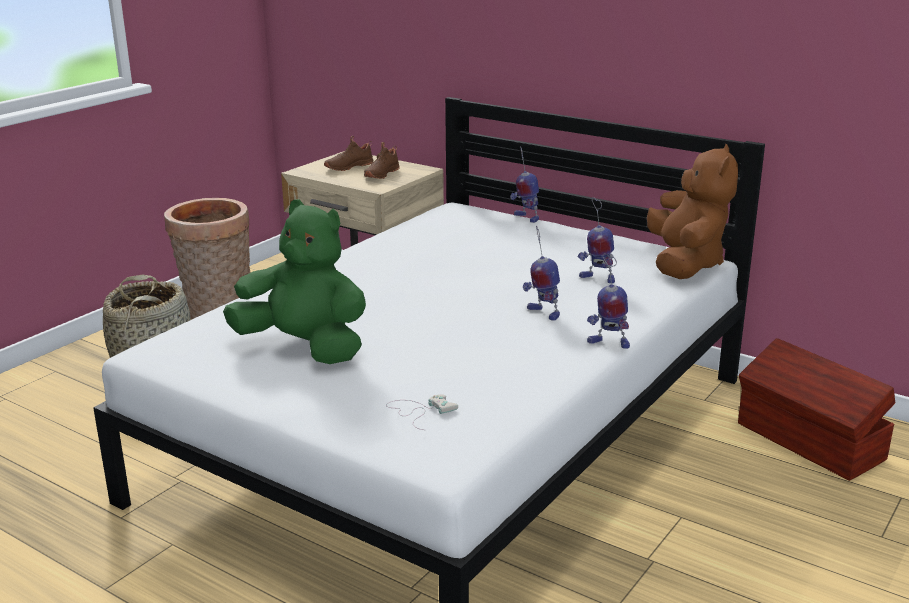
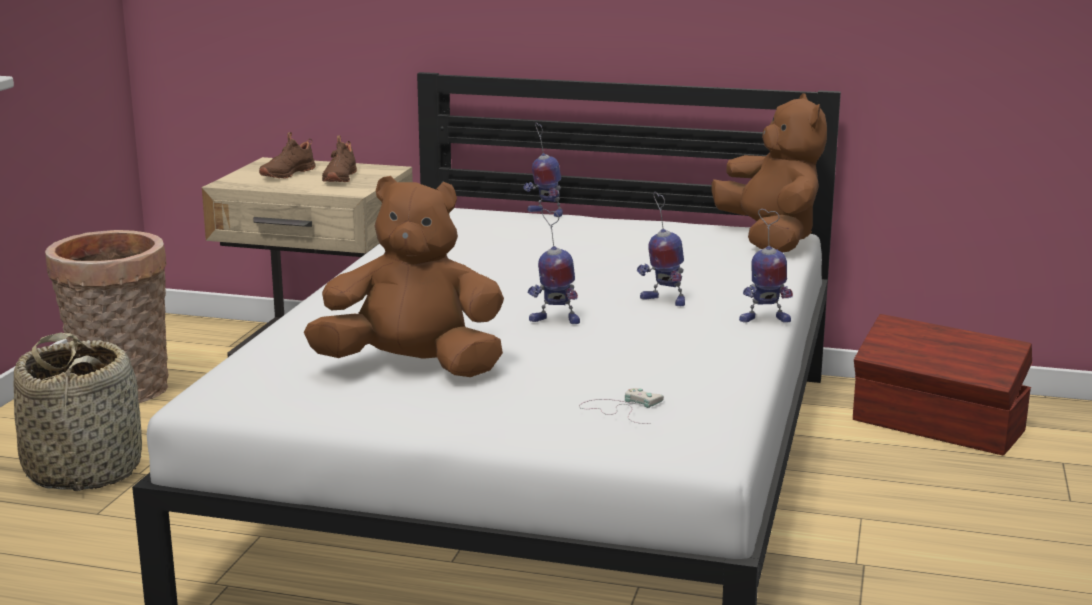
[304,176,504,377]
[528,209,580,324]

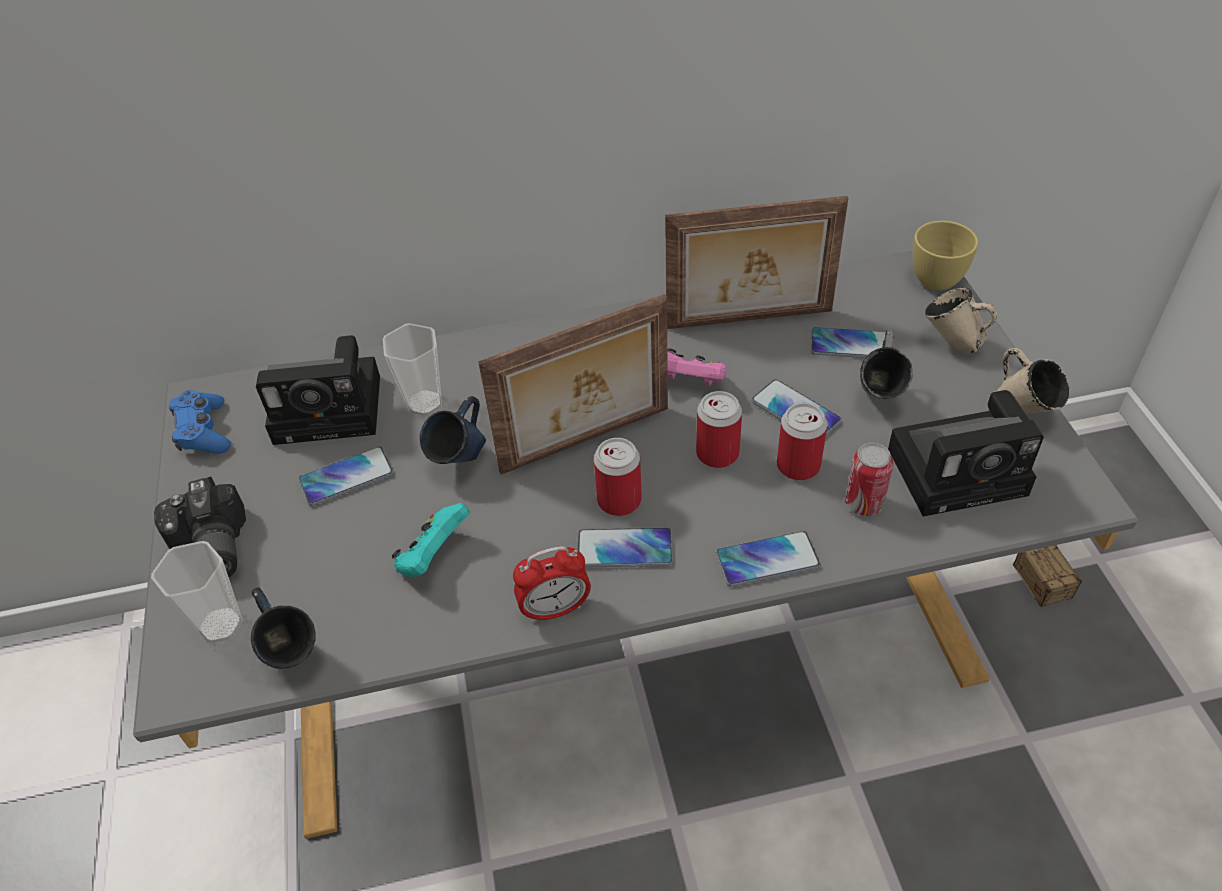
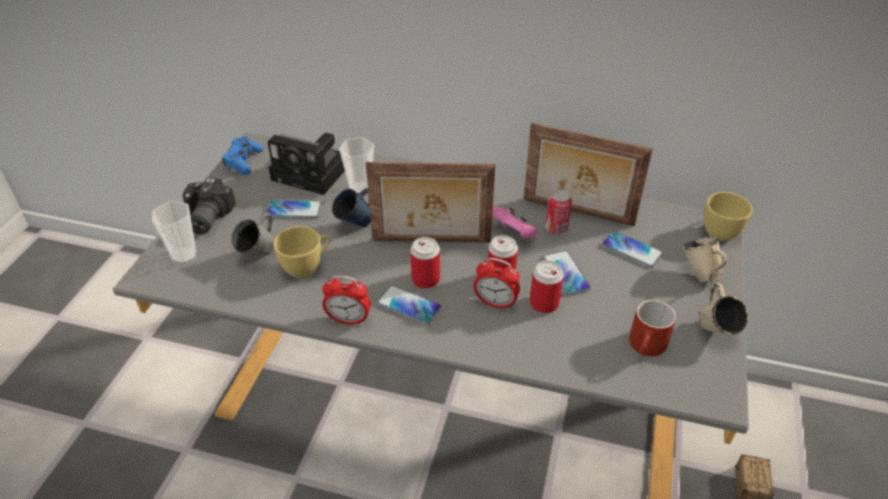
[231,212,275,255]
[274,226,330,278]
[474,258,520,310]
[545,189,572,235]
[629,300,676,357]
[251,588,316,669] (first image)
[716,531,820,587] (first image)

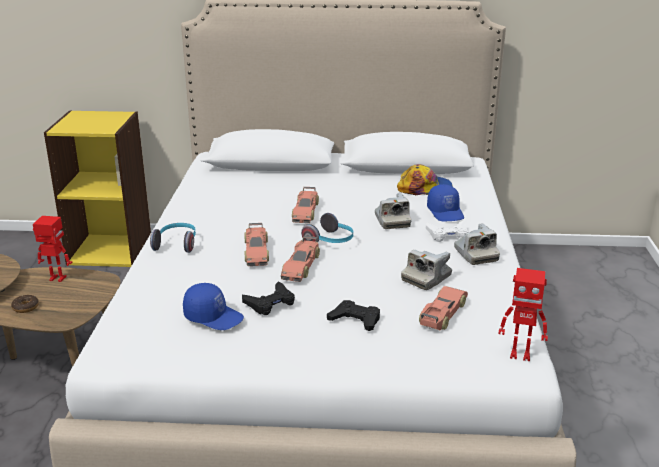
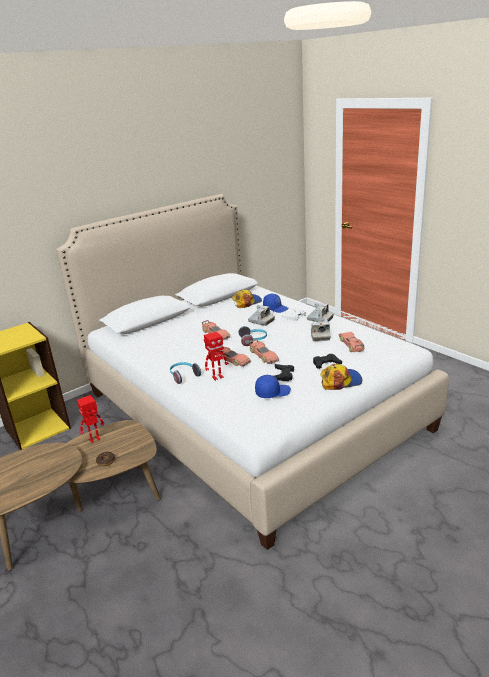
[204,332,229,381]
[320,363,362,390]

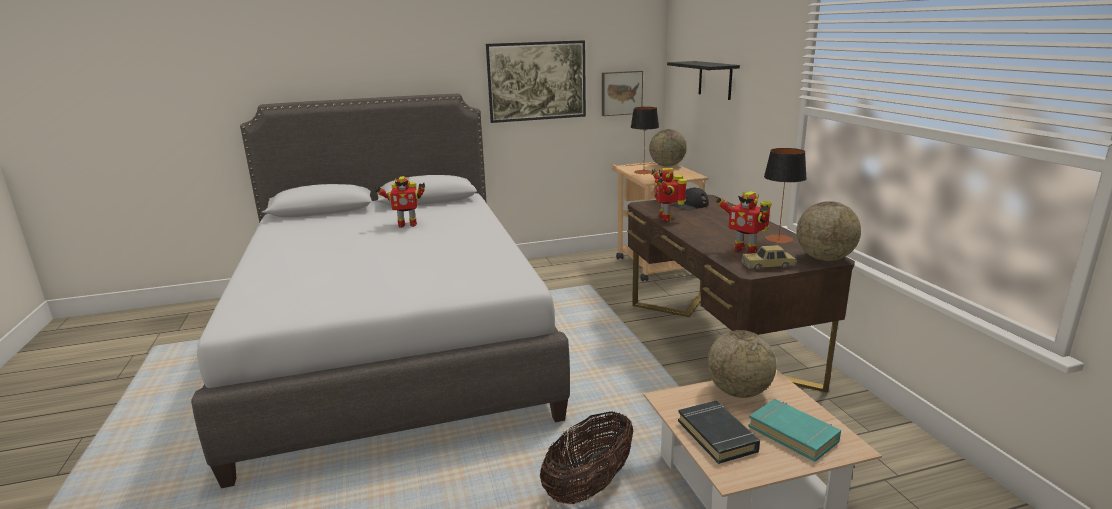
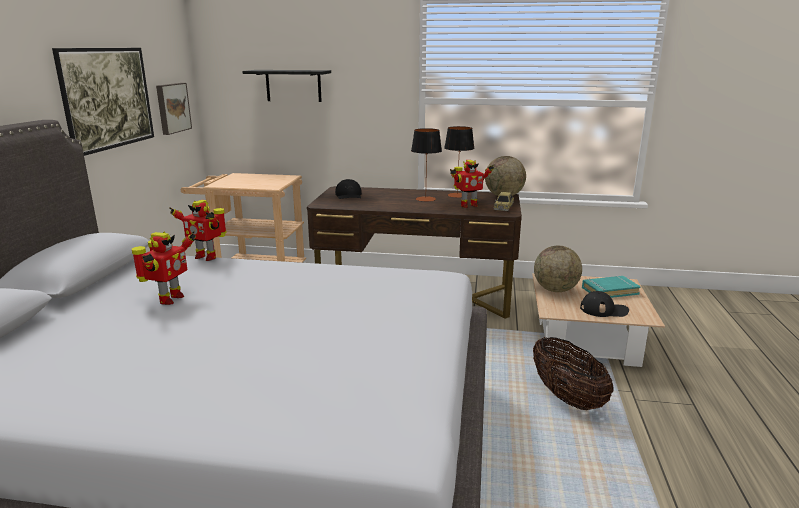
[169,200,227,261]
[411,128,442,202]
[580,291,629,317]
[649,129,687,167] (first image)

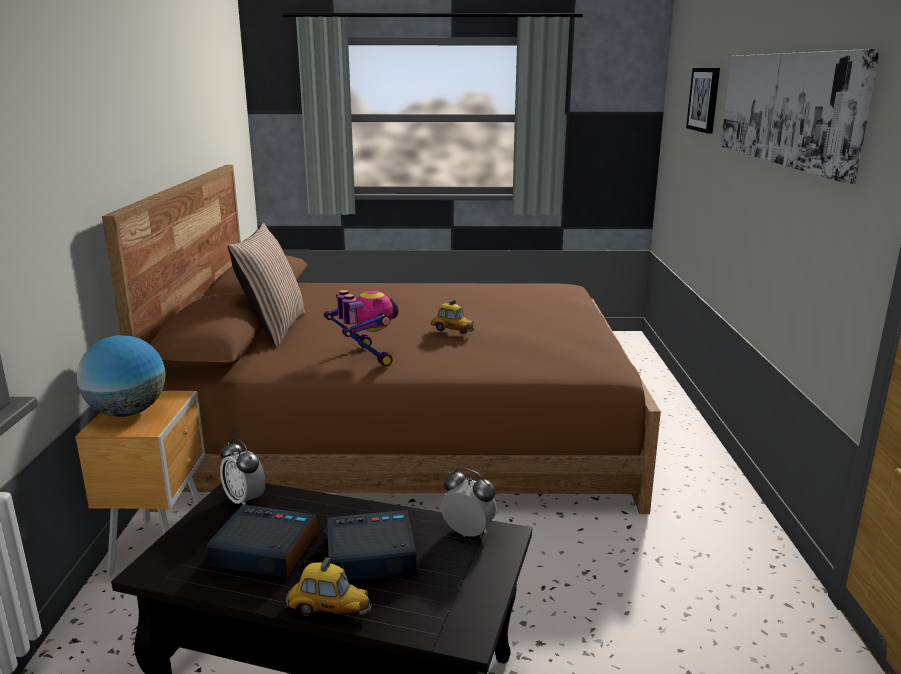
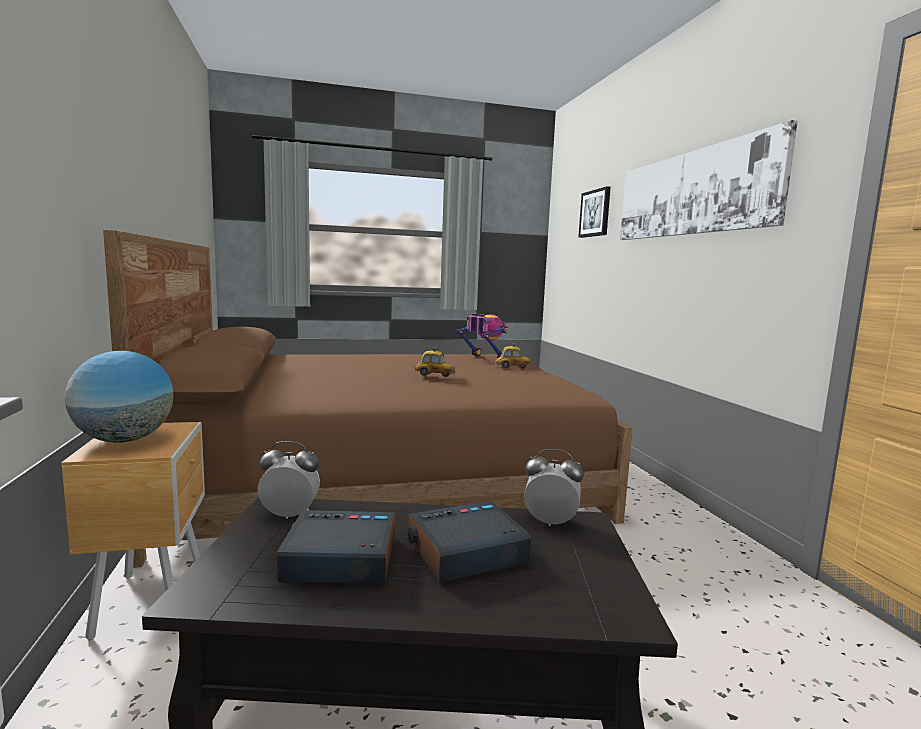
[258,441,320,519]
[456,313,509,358]
[494,343,532,368]
[228,223,305,348] (first image)

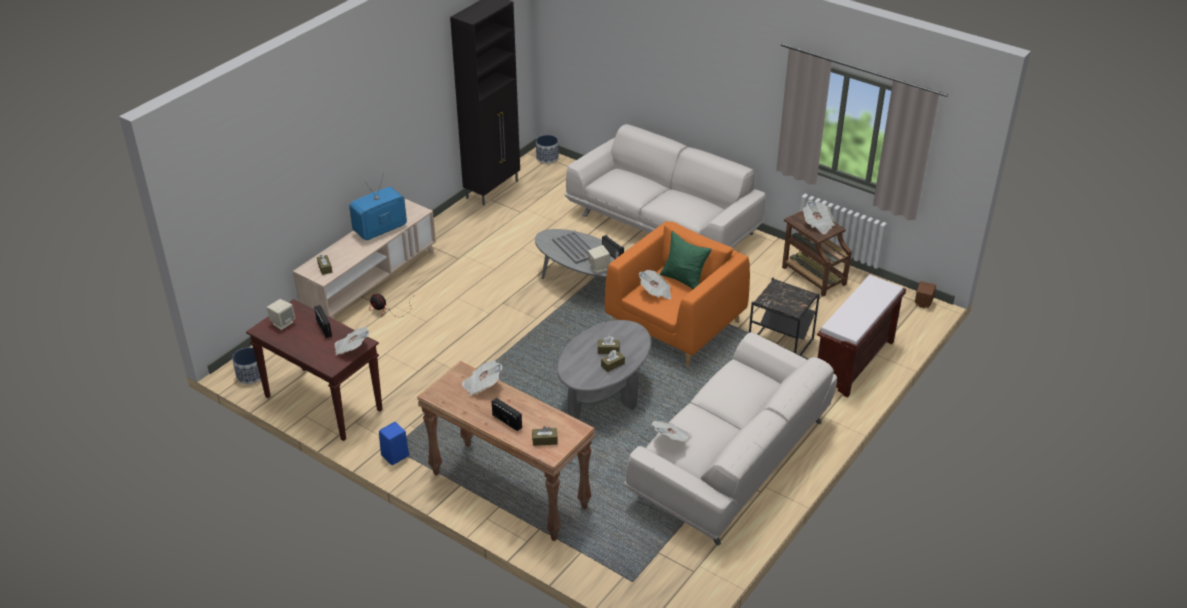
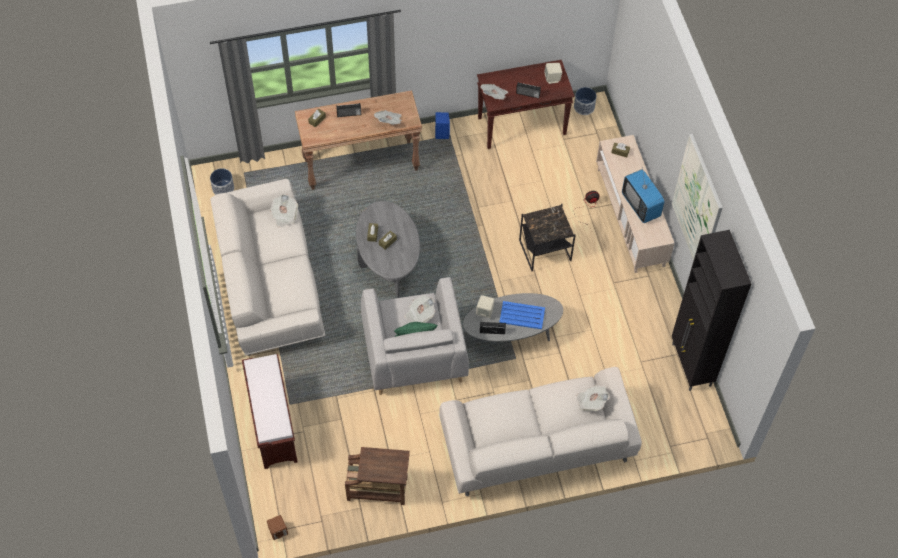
[210,168,234,195]
[361,277,469,395]
[499,301,545,329]
[519,204,576,271]
[576,385,609,411]
[622,169,665,223]
[672,134,723,261]

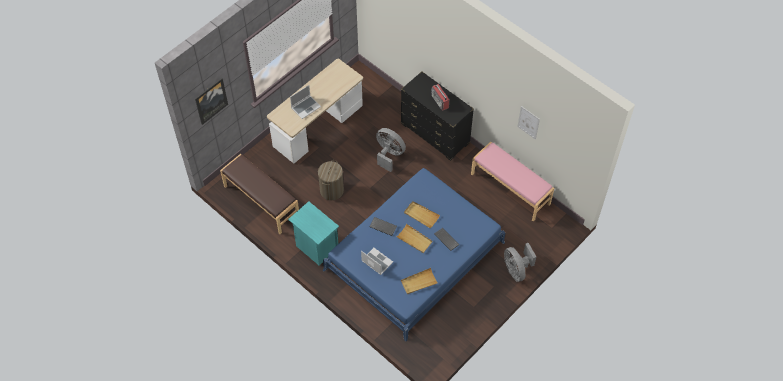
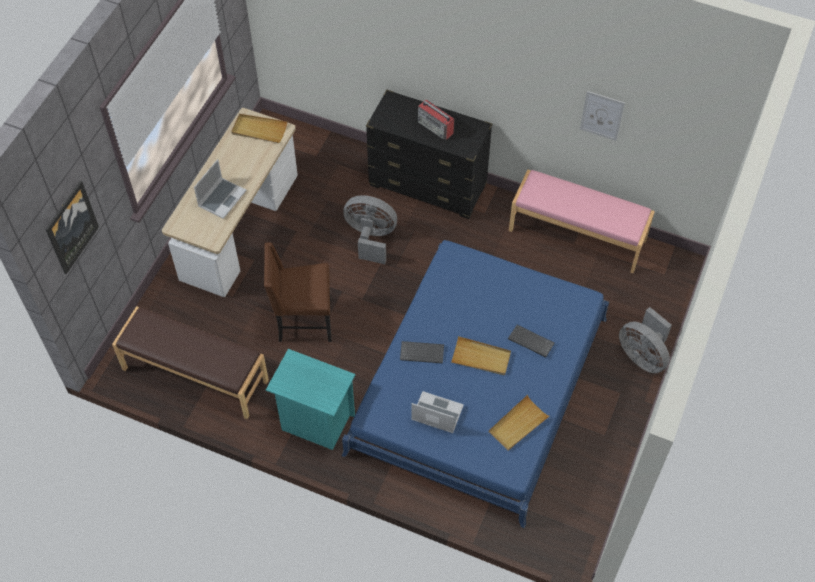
[231,114,287,143]
[264,242,332,342]

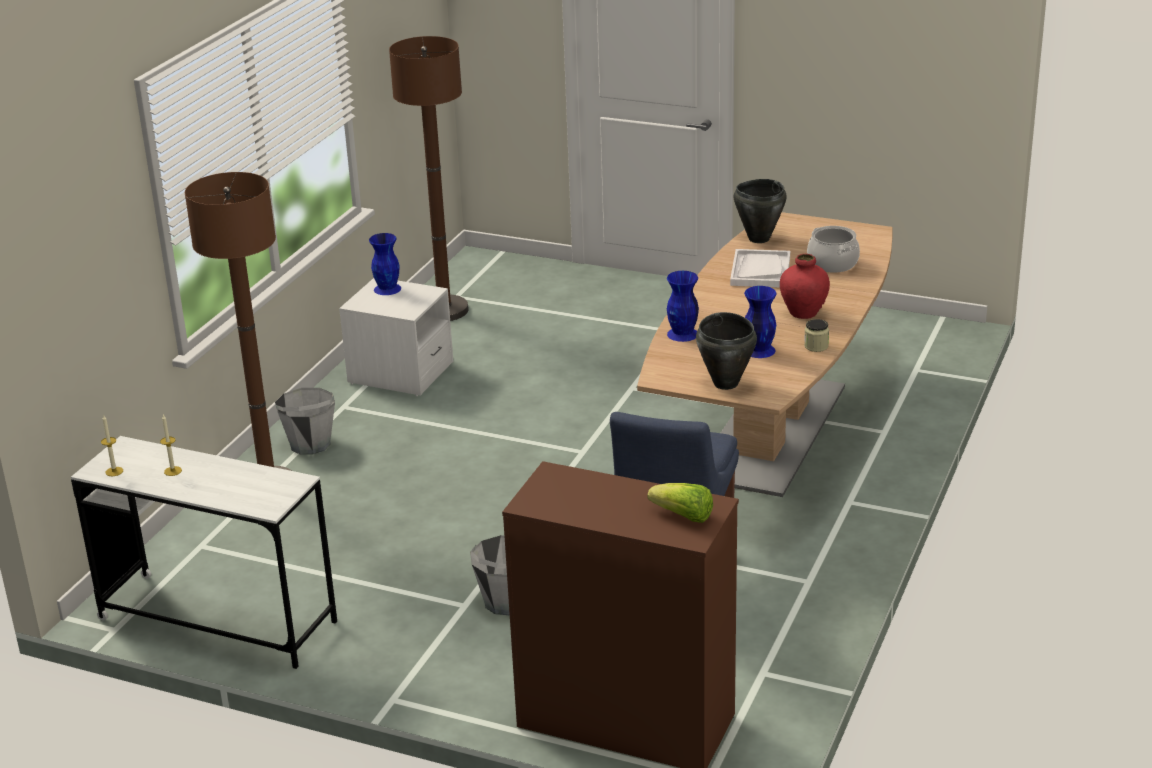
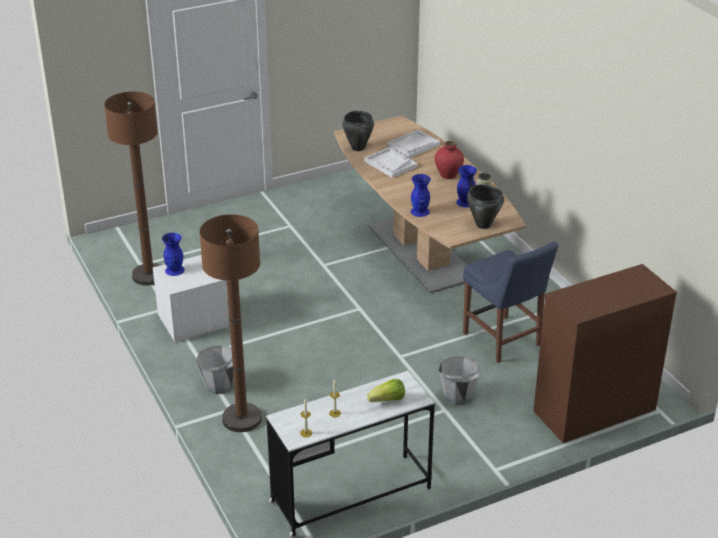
[367,379,405,402]
[387,130,440,158]

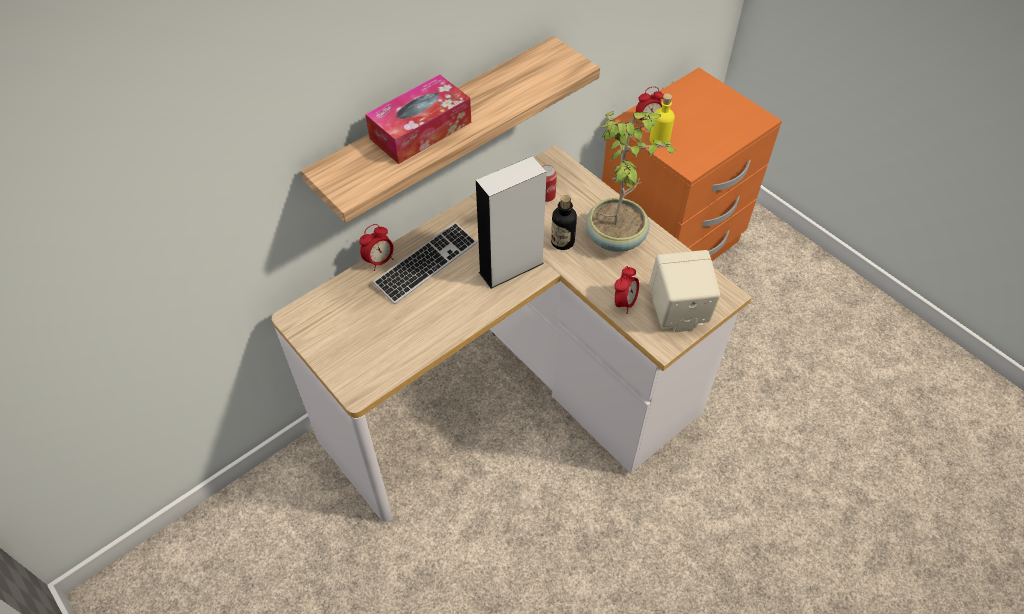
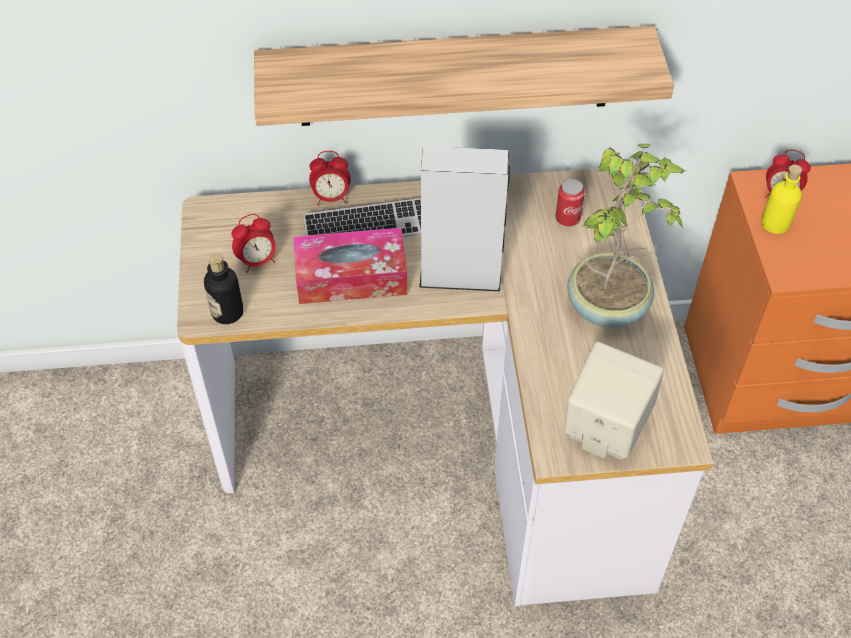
[204,254,243,324]
[231,214,276,273]
[293,228,408,304]

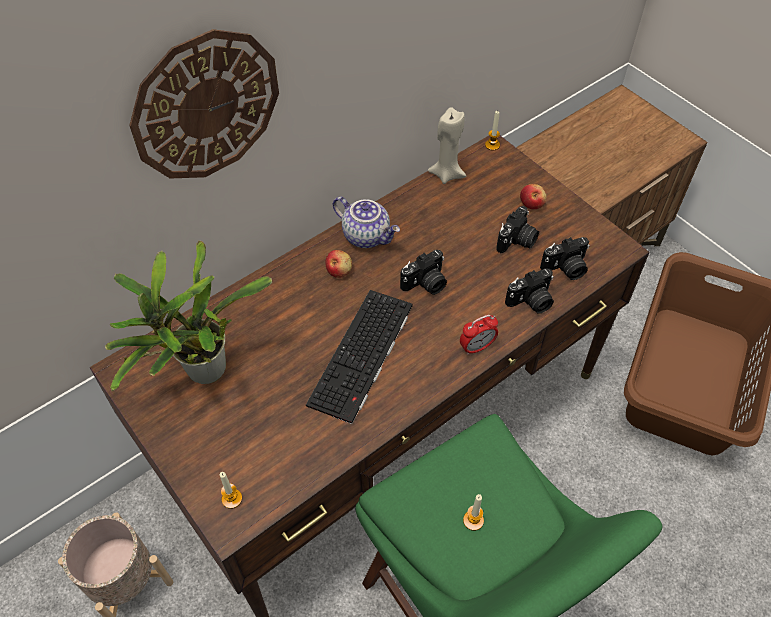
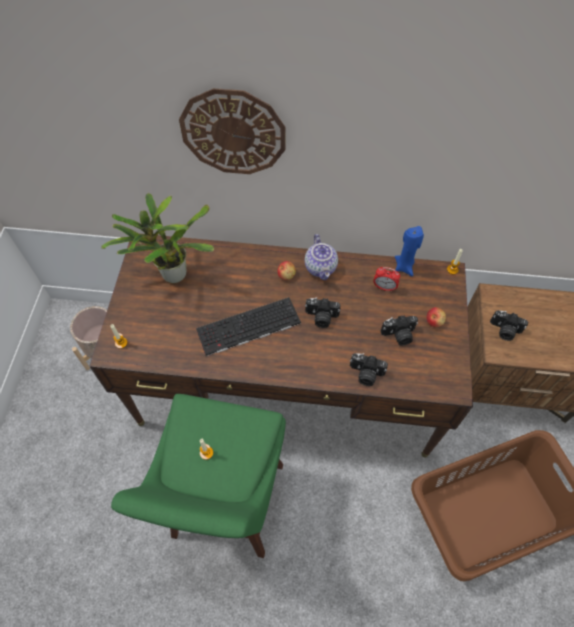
[373,267,400,292]
[395,226,424,276]
[490,310,528,341]

